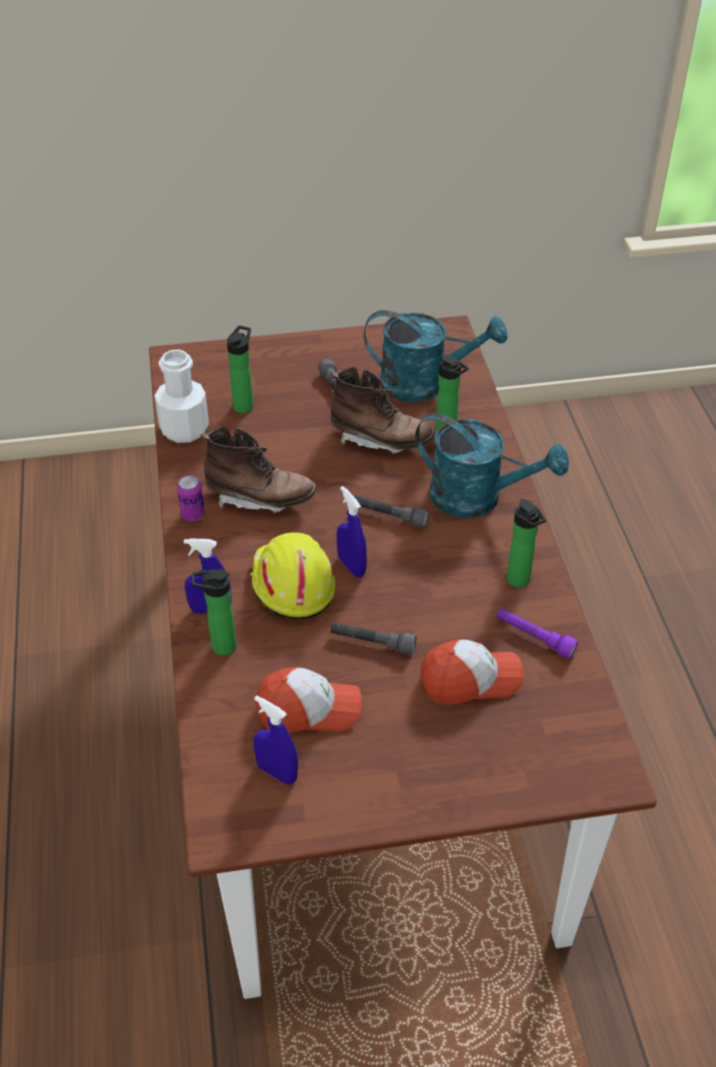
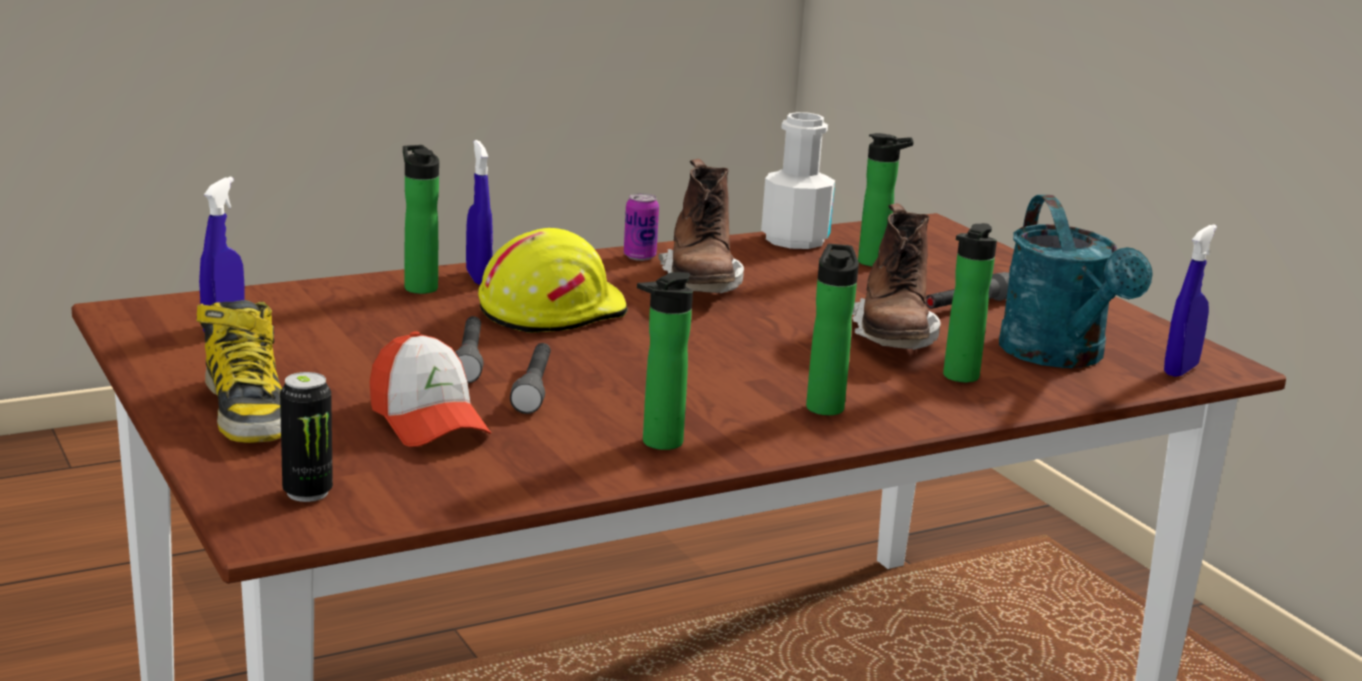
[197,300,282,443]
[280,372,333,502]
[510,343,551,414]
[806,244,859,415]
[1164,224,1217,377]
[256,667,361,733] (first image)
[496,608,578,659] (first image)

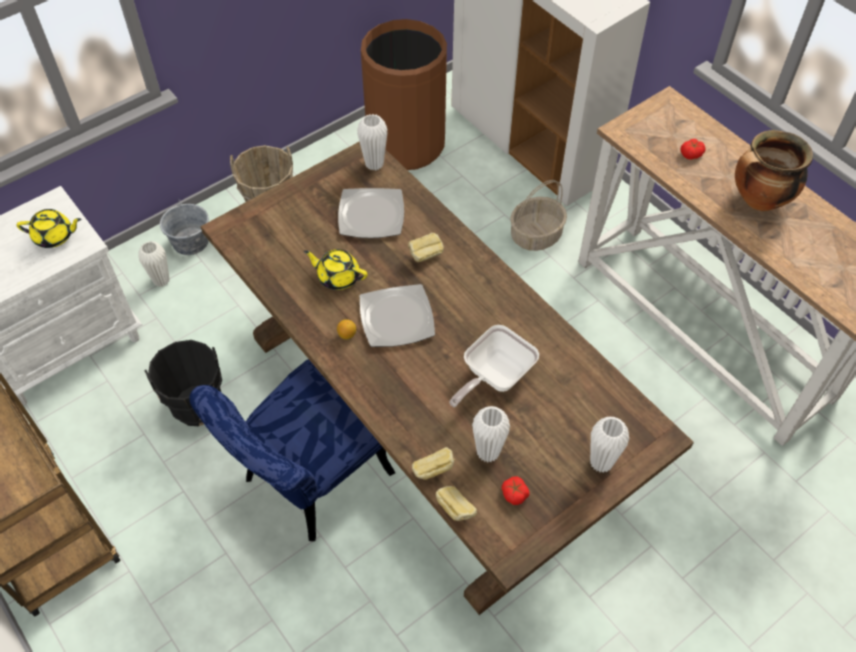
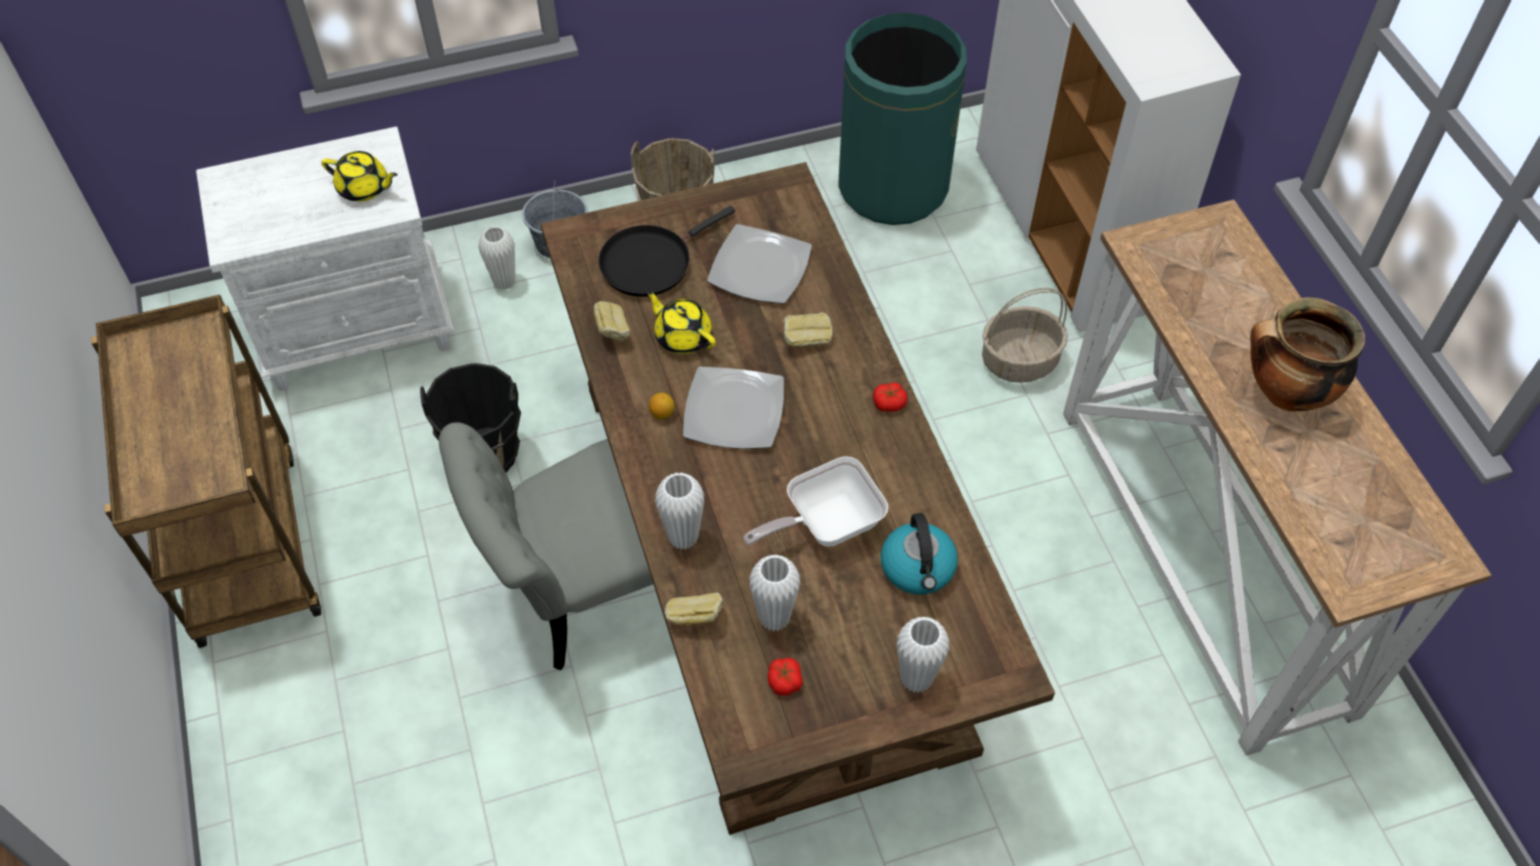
[439,422,653,670]
[594,301,631,341]
[598,206,735,297]
[655,473,704,550]
[838,13,967,225]
[873,383,907,412]
[881,513,958,594]

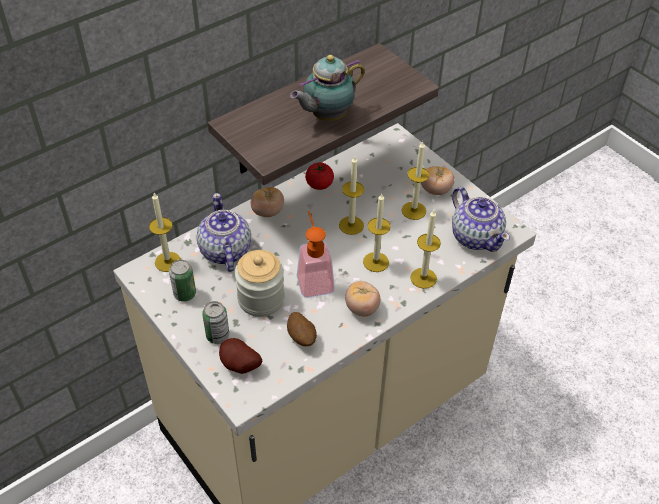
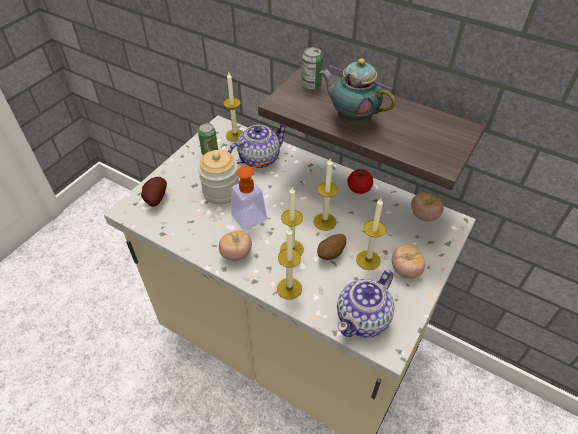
[302,47,323,90]
[317,234,346,260]
[411,193,444,221]

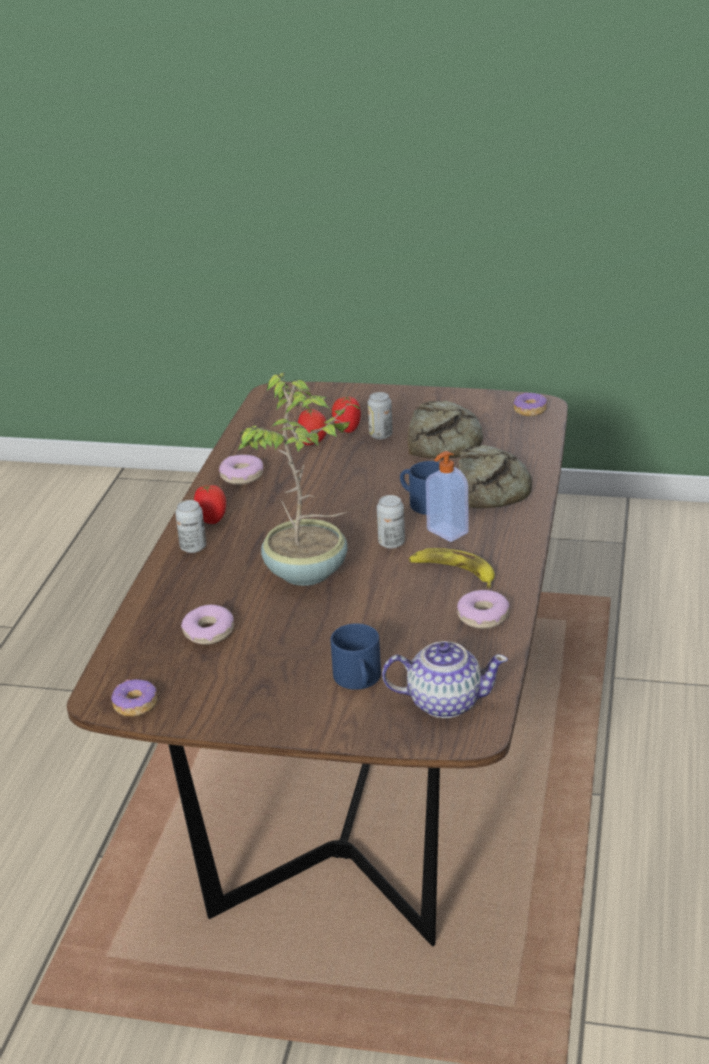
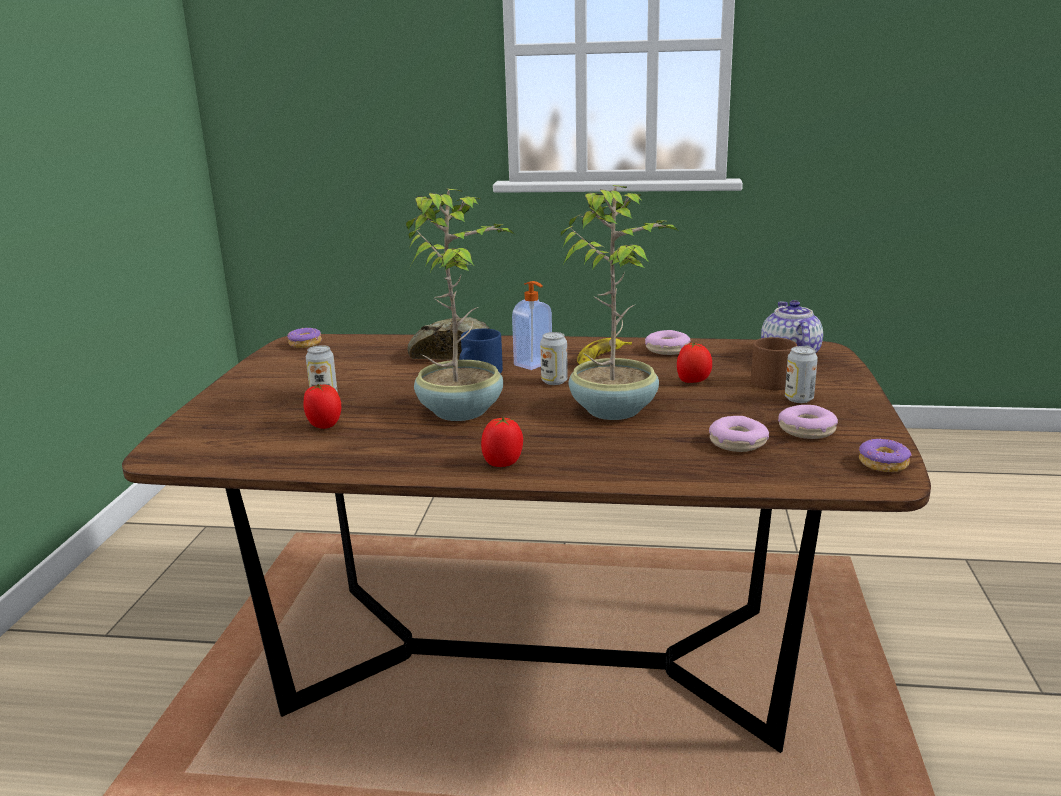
[406,189,515,421]
[677,342,712,383]
[751,337,797,390]
[778,405,838,439]
[785,346,818,403]
[408,401,483,459] (first image)

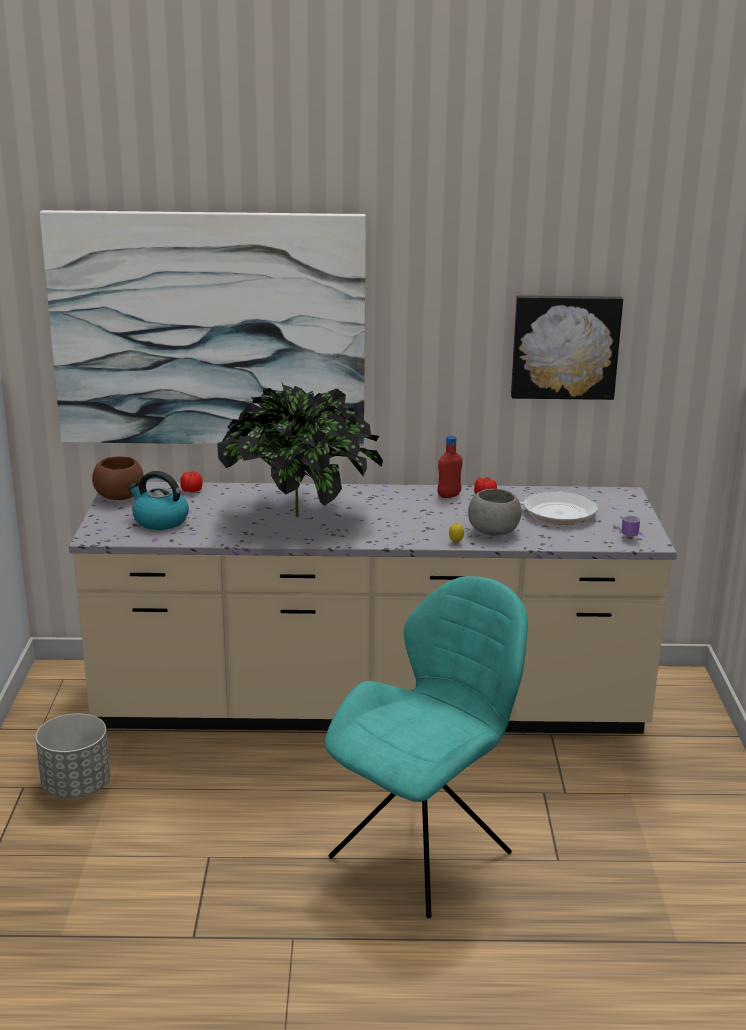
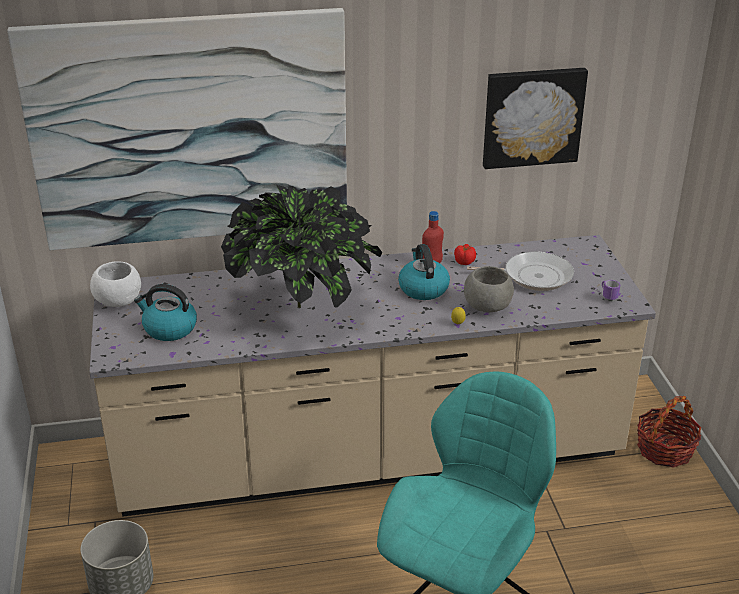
[90,261,141,307]
[398,244,450,300]
[637,396,701,468]
[180,471,203,492] (first image)

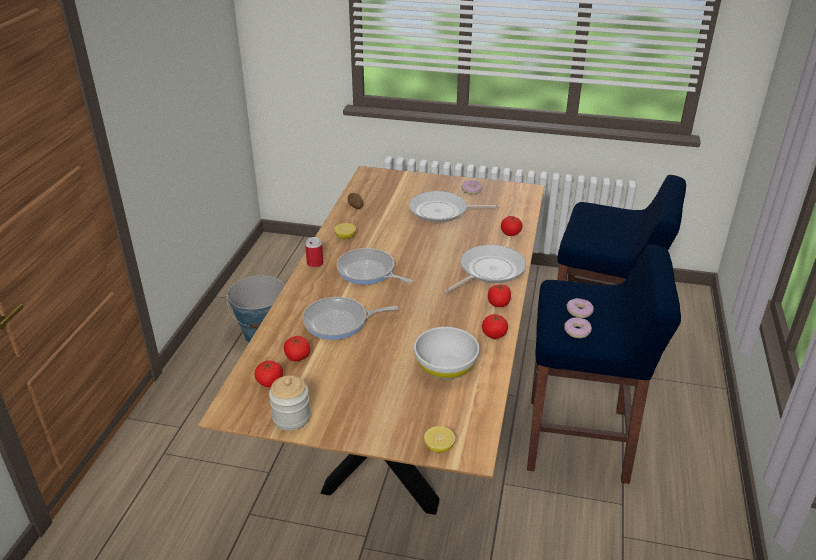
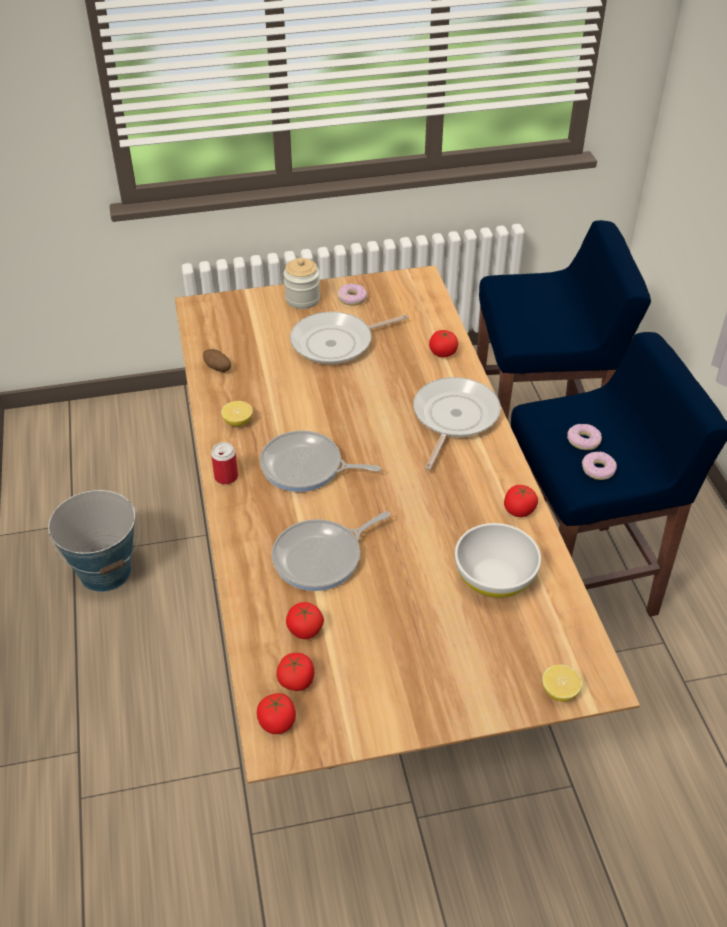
[257,693,296,734]
[284,258,320,309]

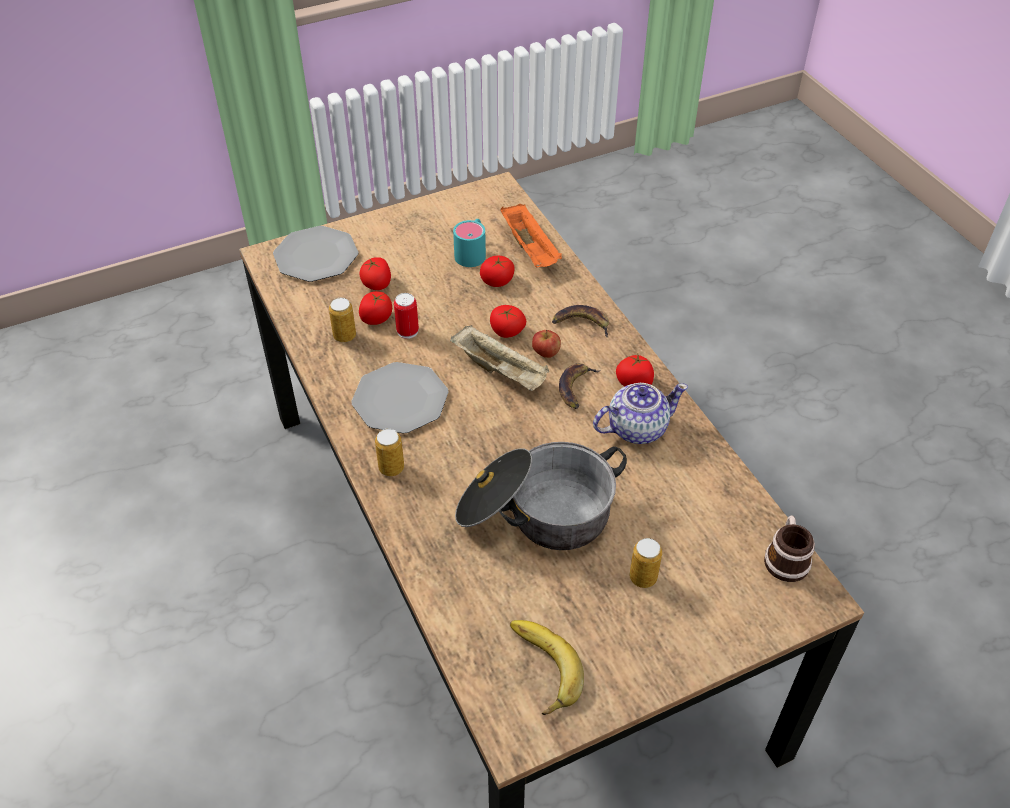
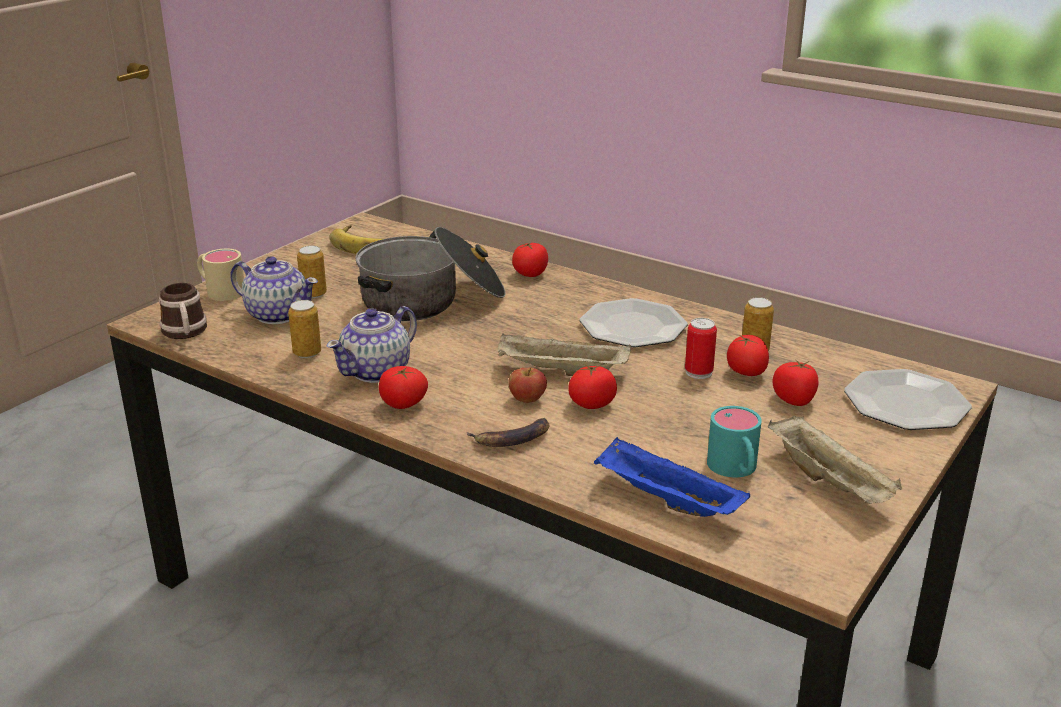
[197,249,244,301]
[230,256,318,324]
[288,300,321,358]
[512,242,548,277]
[594,437,750,517]
[767,415,902,504]
[559,363,601,409] (first image)

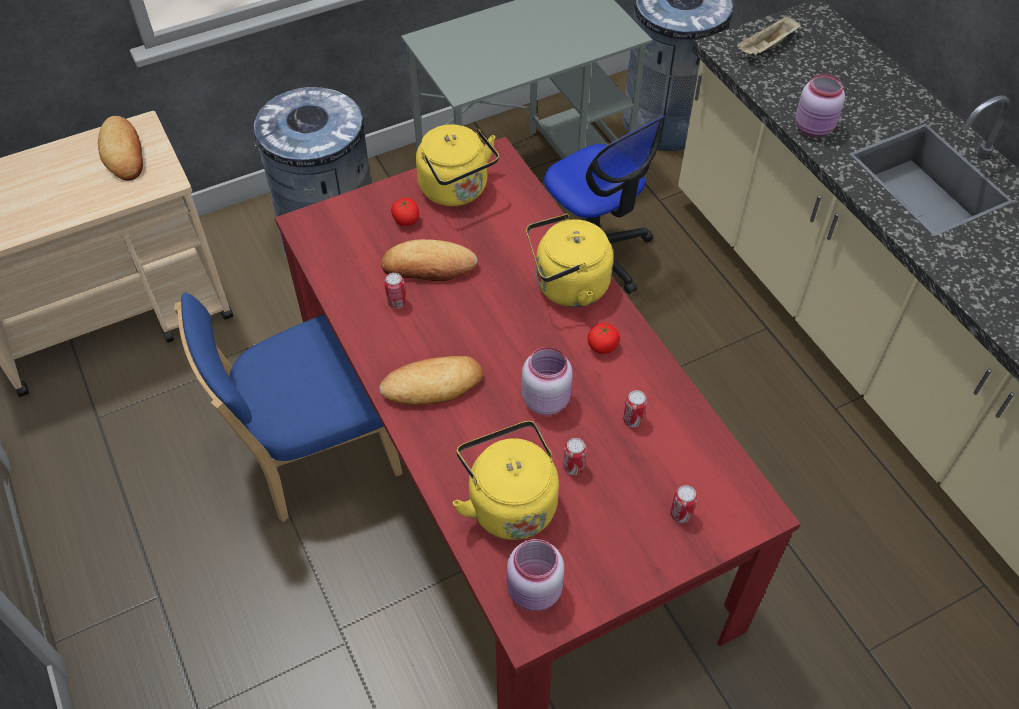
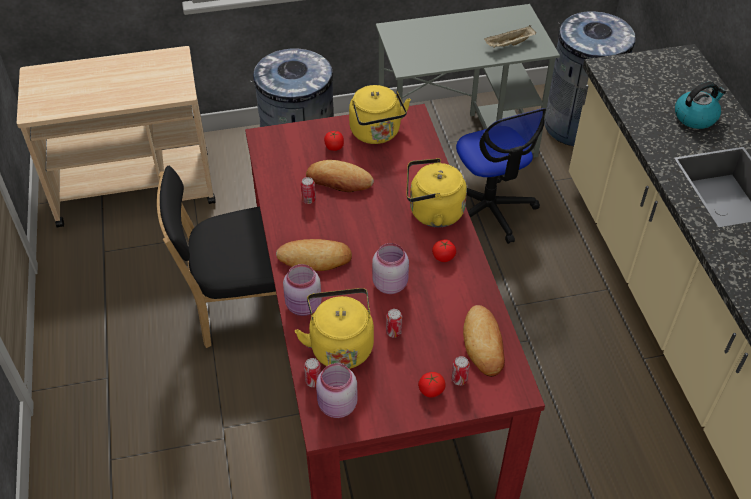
[157,166,276,348]
[283,264,322,316]
[304,358,321,387]
[418,372,446,398]
[463,305,505,377]
[484,25,536,48]
[675,82,726,129]

